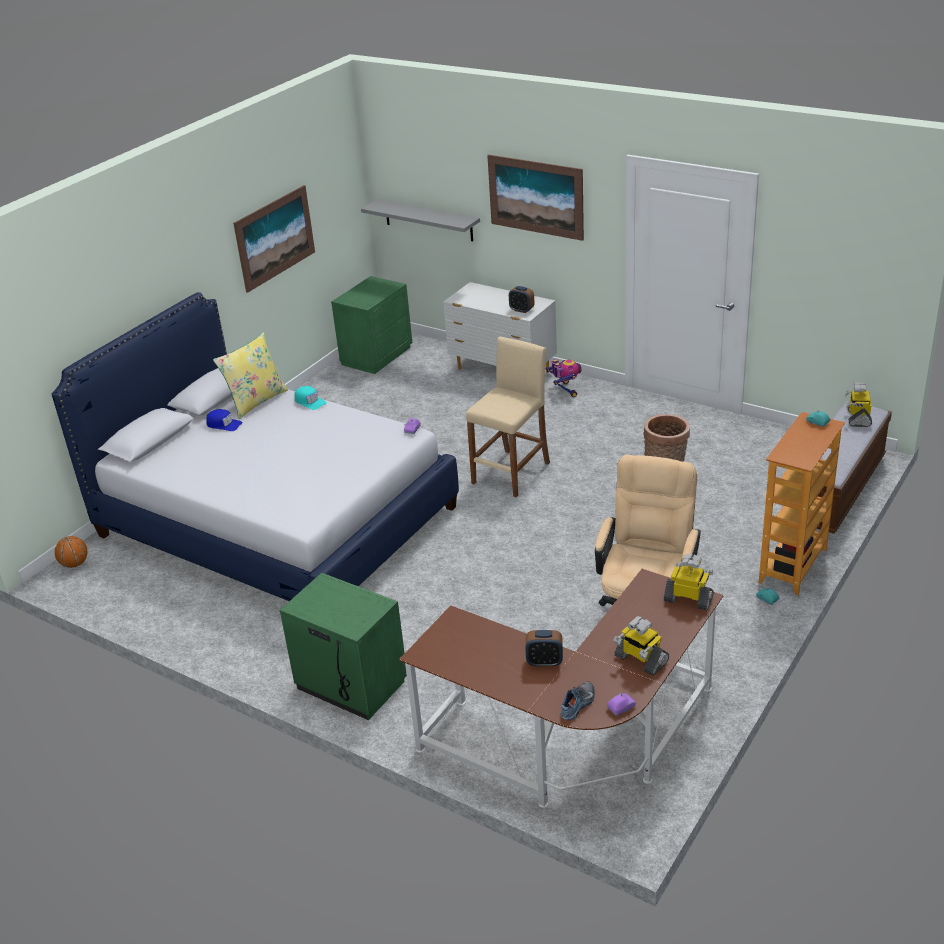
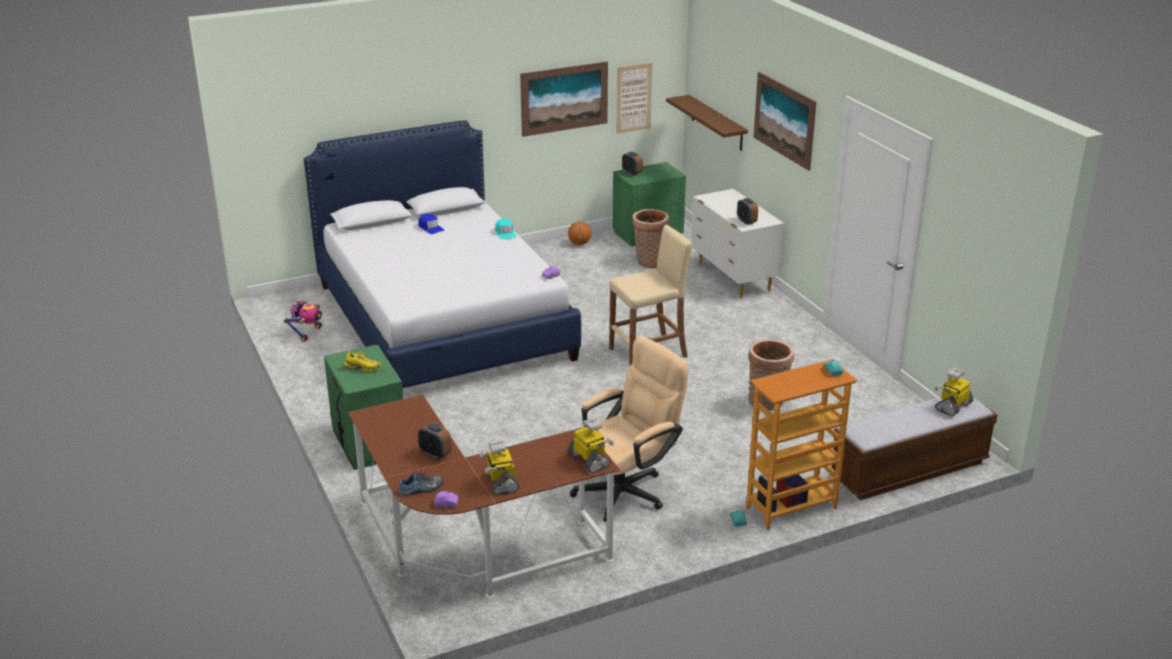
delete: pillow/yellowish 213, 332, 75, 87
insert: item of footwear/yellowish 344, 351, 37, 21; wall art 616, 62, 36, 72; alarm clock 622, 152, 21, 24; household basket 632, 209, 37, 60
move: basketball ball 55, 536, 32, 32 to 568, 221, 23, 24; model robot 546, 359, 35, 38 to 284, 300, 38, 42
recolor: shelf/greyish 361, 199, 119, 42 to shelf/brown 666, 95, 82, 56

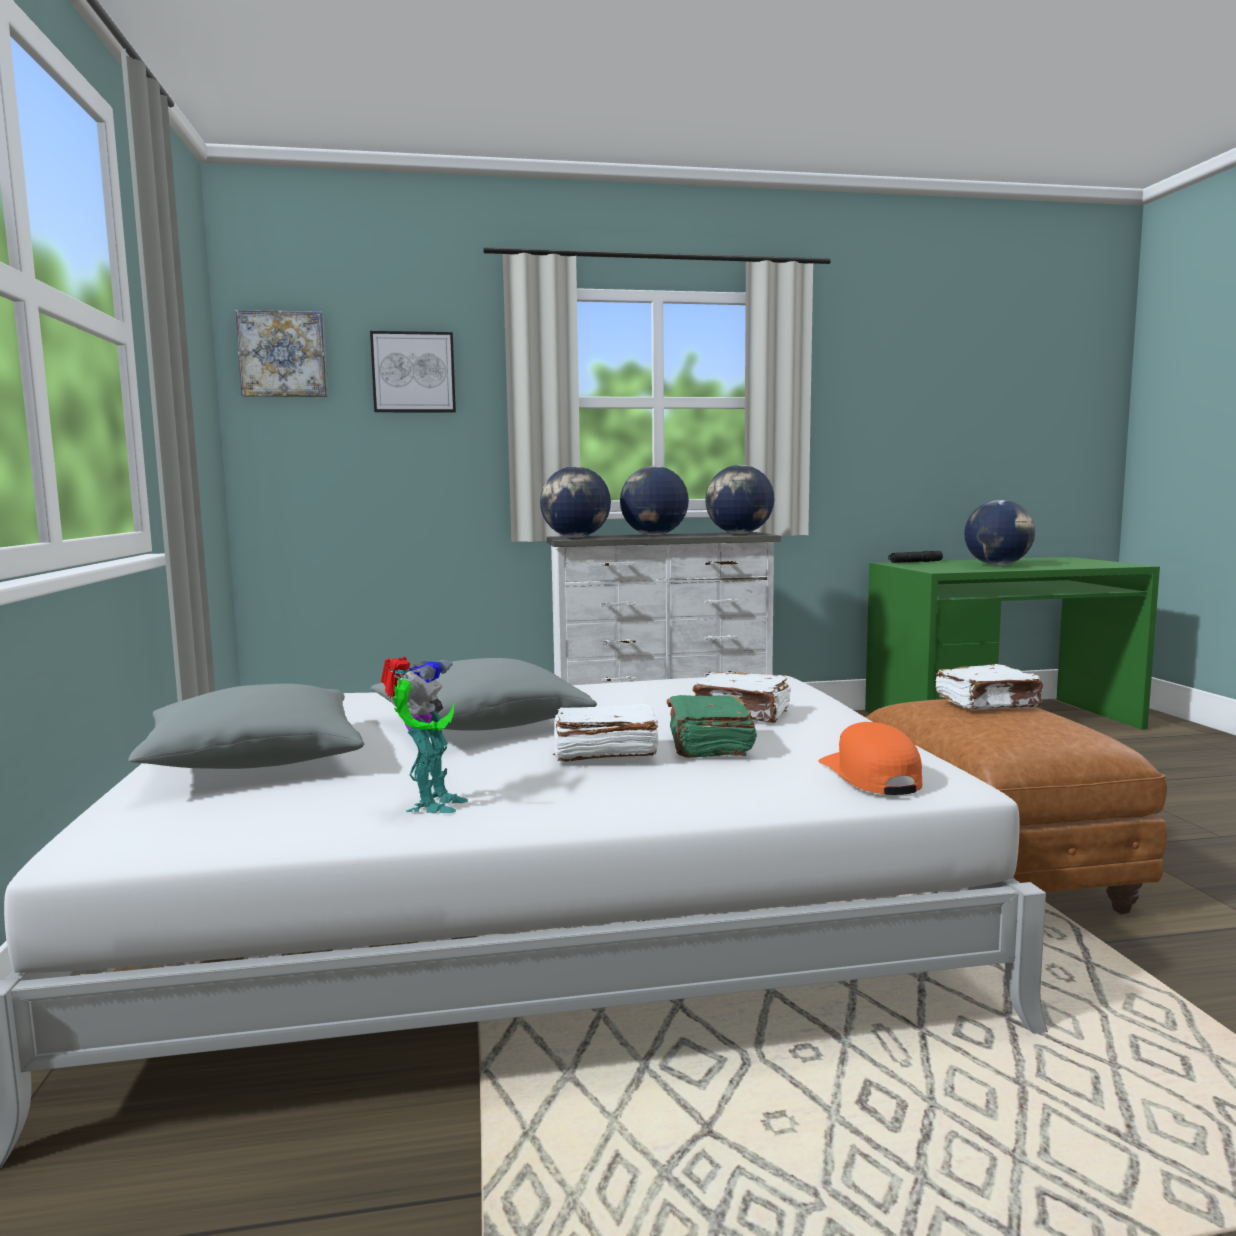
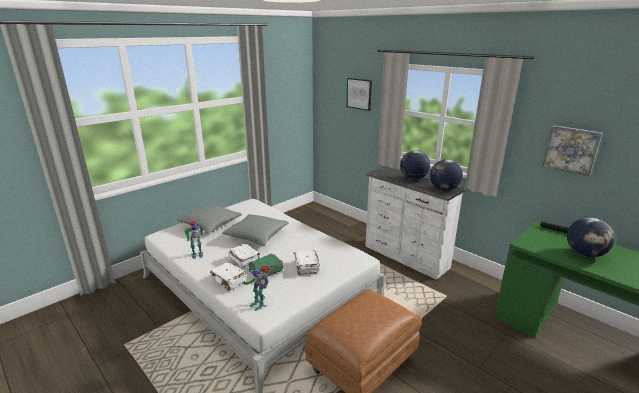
delete: globe 540, 466, 71, 72
move: wall art 235, 310, 93, 87 to 543, 125, 60, 51; volume/whitish 935, 664, 109, 46 to 210, 262, 37, 29
replace: peaked cap/orange 818, 722, 104, 73 to model robot 244, 266, 25, 45

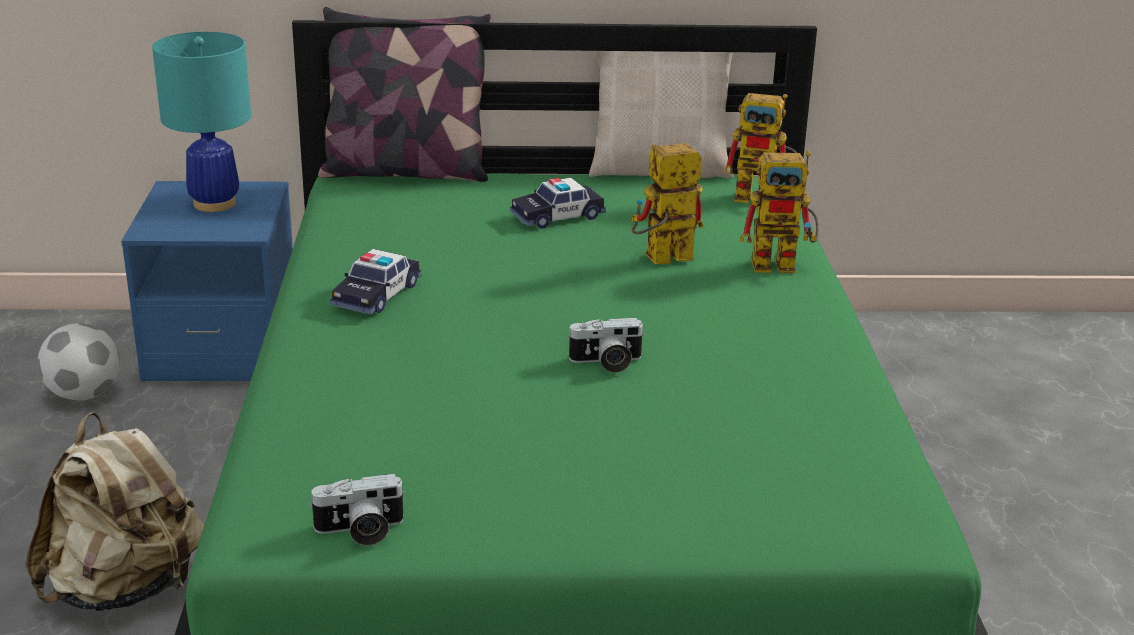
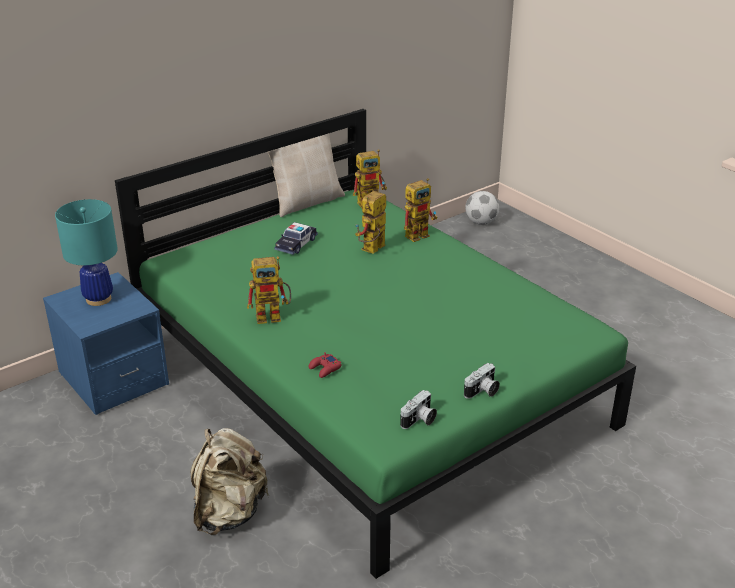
delete: pillow 318, 7, 173, 175
insert: game controller/reddish 309, 352, 33, 26
move: football ball 38, 323, 82, 78 to 465, 191, 34, 34; still camera 567, 318, 78, 55 to 464, 363, 36, 36
replace: model car 330, 249, 92, 65 to model robot 247, 256, 44, 68

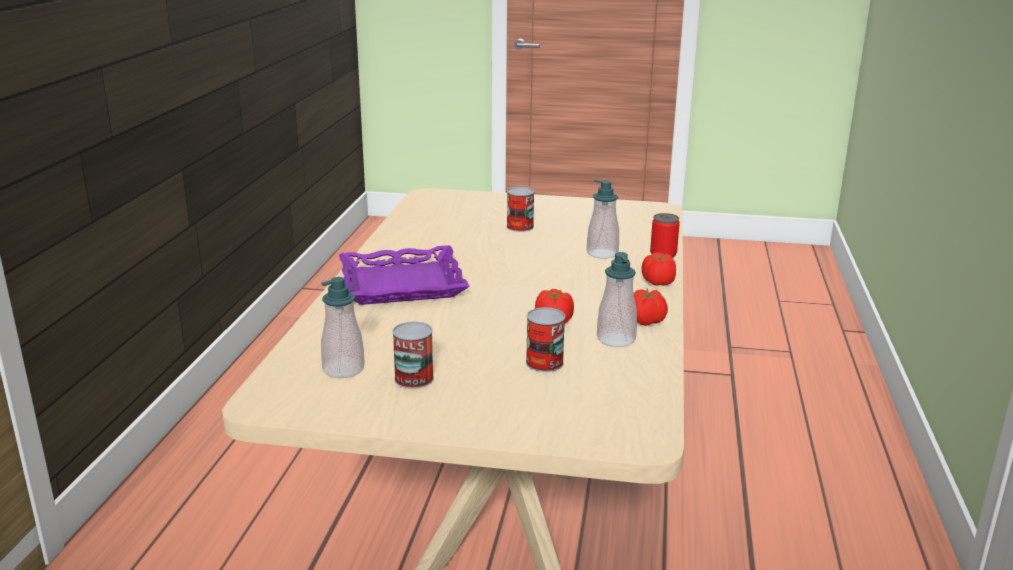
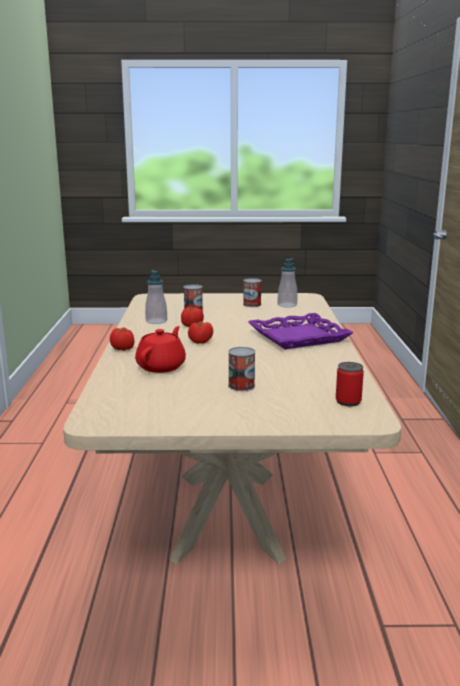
move: whole tomato 634, 289, 34, 37 to 188, 321, 25, 23; metal can 650, 213, 30, 45 to 336, 362, 28, 44
replace: soap dispenser 587, 179, 32, 79 to tea pot/reddish 135, 326, 51, 47

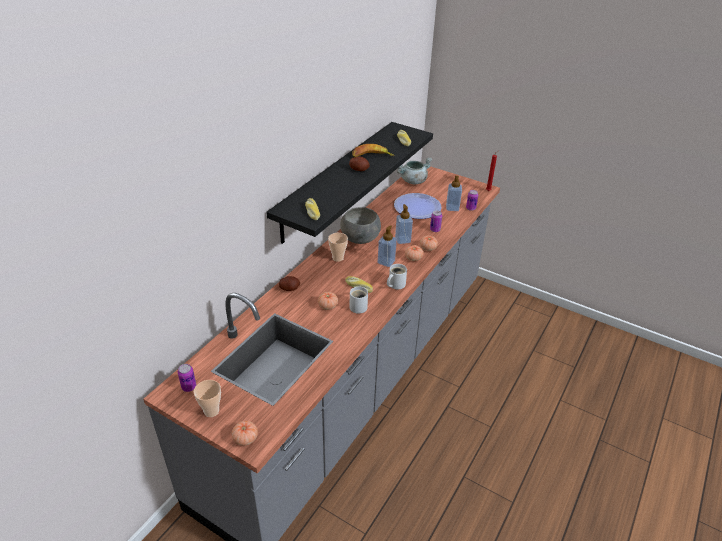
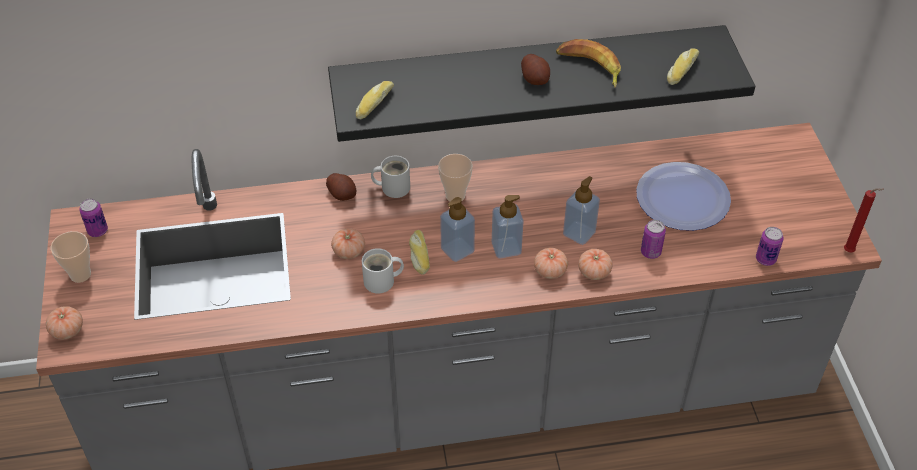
delete: serving bowl/greyish 340, 207, 41, 37; stockpot/greyish 397, 157, 35, 27
move: tea mug/whitish 387, 264, 20, 25 to 371, 156, 39, 42; soap dispenser 446, 176, 16, 35 to 440, 197, 35, 65

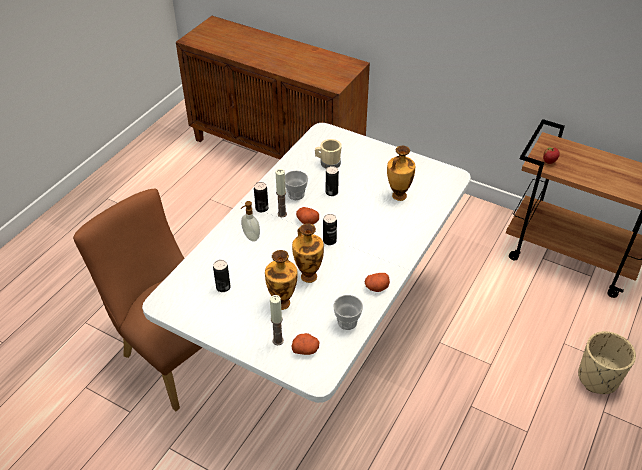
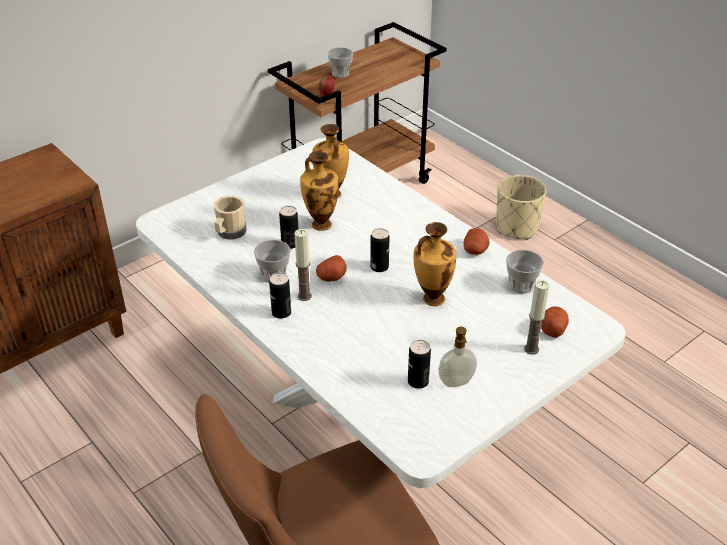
insert: small cup 328, 47, 25, 31
move: soap dispenser 241, 201, 19, 41 to 438, 327, 39, 60; flower vase 265, 250, 33, 60 to 300, 151, 39, 80

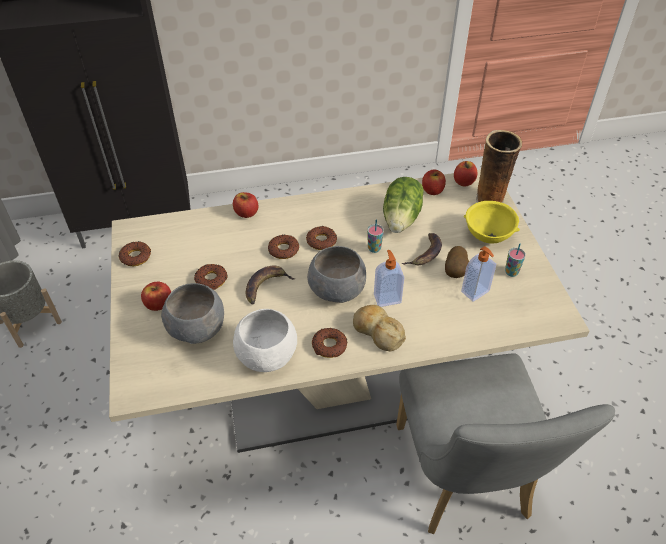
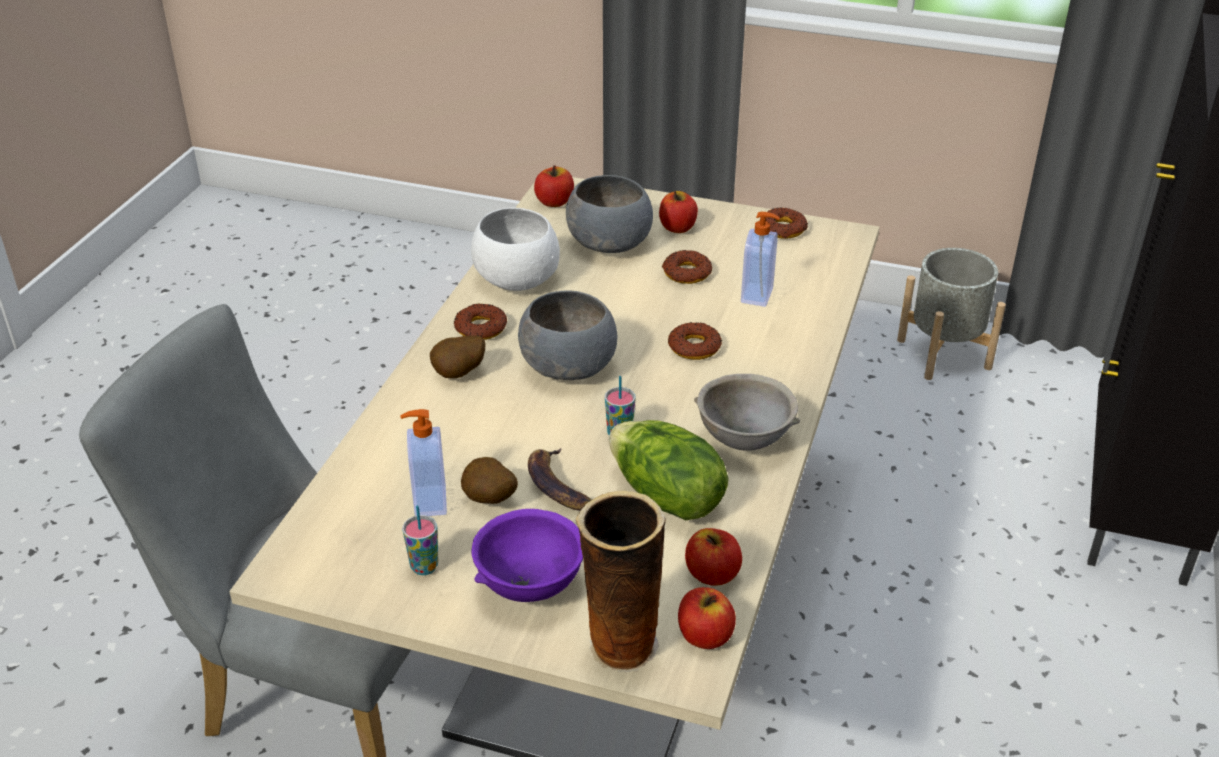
delete: whole banana 246, 266, 48, 38; ring doughnut 306, 226, 31, 24
insert: serving bowl/greyish 694, 374, 106, 76
move: apple 233, 192, 25, 26 to 534, 165, 40, 42; soap dispenser 374, 250, 30, 57 to 741, 212, 39, 95
replace: bakery bread 353, 305, 53, 46 to spud 430, 336, 55, 42
recolor: serving bowl/yellowish 464, 201, 56, 43 to serving bowl/purple 471, 509, 112, 93

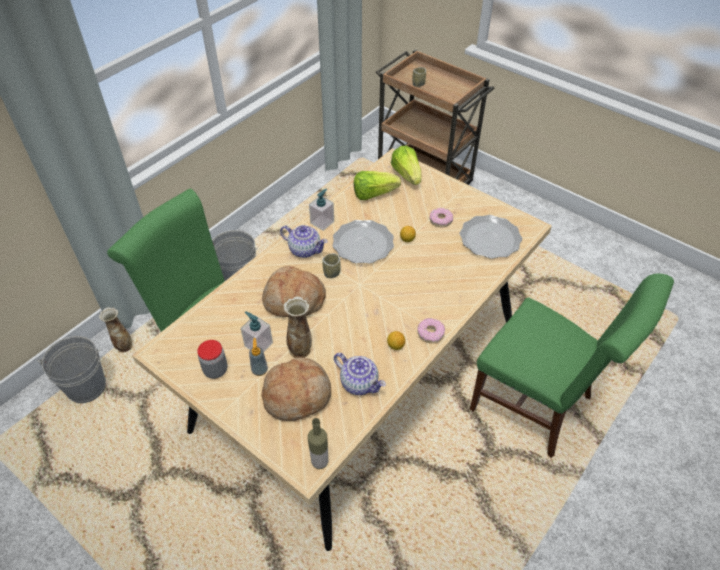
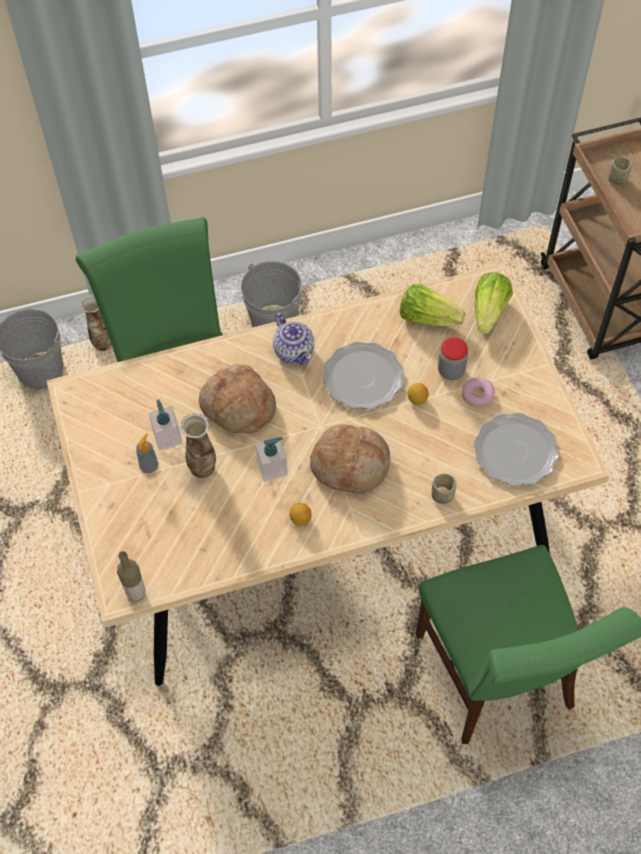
delete: tea pot 334, 353, 52, 42; ring doughnut 417, 318, 28, 26
move: preserve jar 197, 340, 31, 39 to 438, 338, 30, 42; bakery bread 261, 358, 70, 63 to 310, 424, 80, 69; soap dispenser 309, 189, 25, 42 to 255, 437, 32, 45; small cup 323, 253, 18, 25 to 432, 474, 25, 30

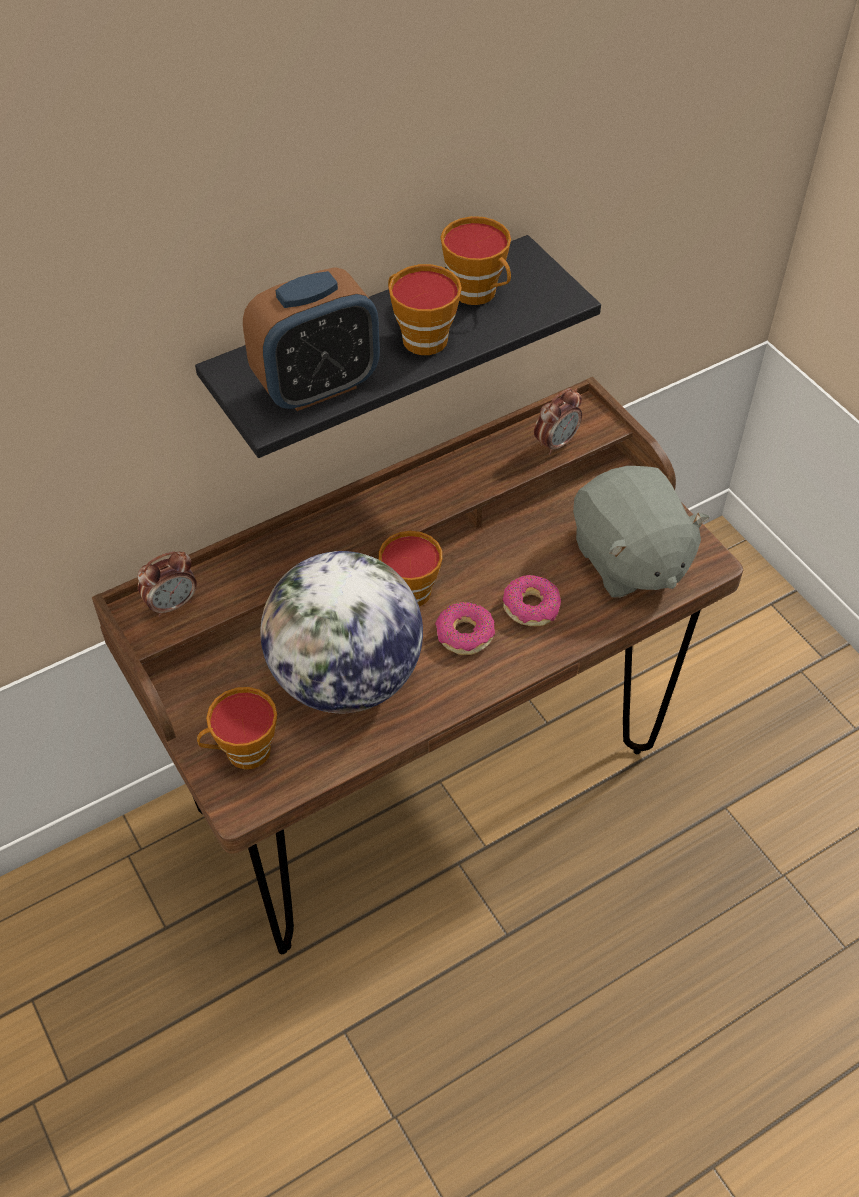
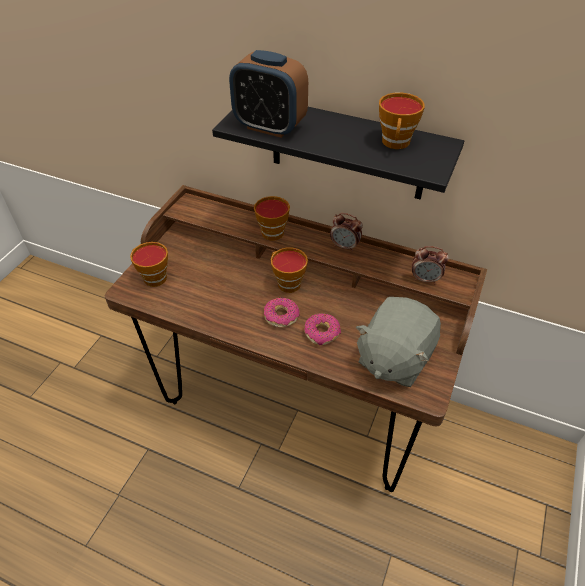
delete: globe 260, 551, 163, 162
move: alarm clock 138, 551, 59, 66 to 330, 213, 33, 39; small cup 388, 264, 74, 91 to 254, 196, 36, 45

